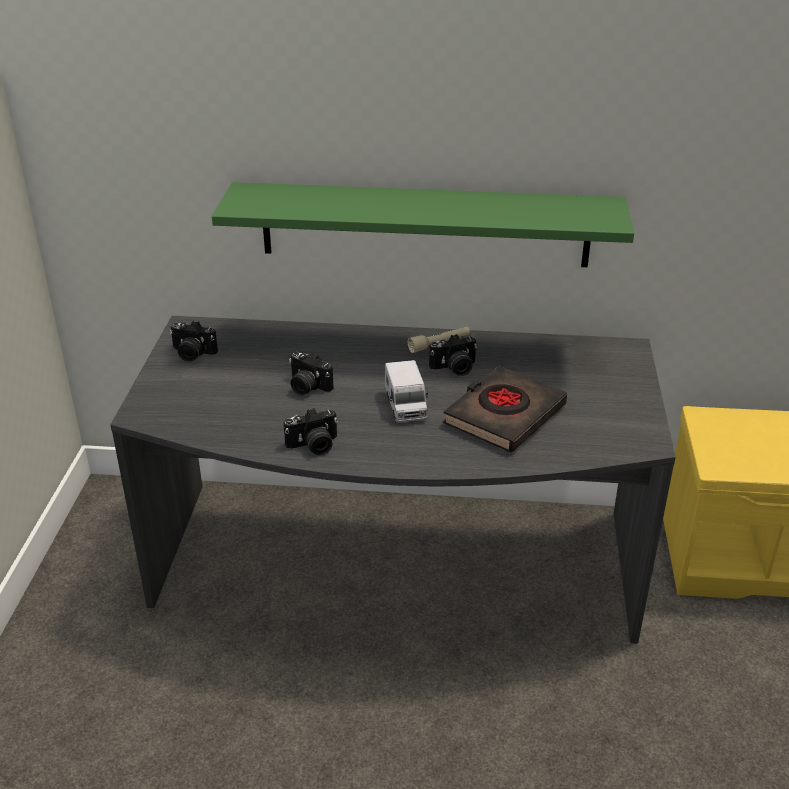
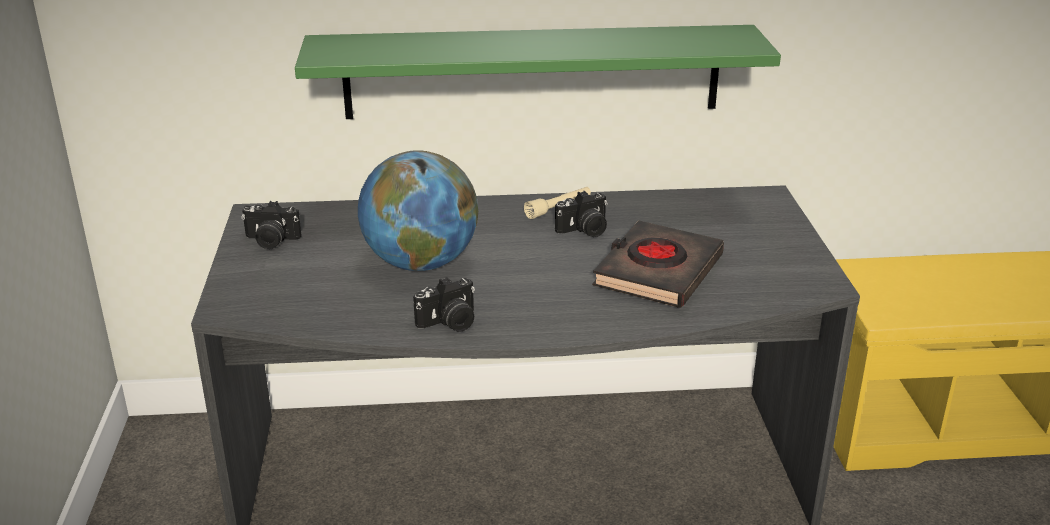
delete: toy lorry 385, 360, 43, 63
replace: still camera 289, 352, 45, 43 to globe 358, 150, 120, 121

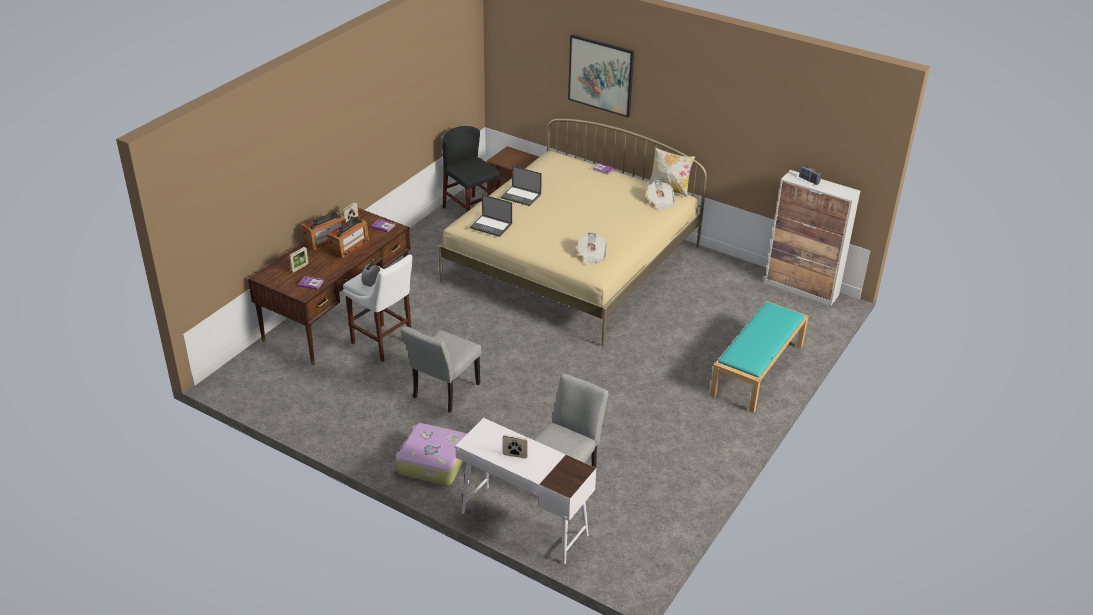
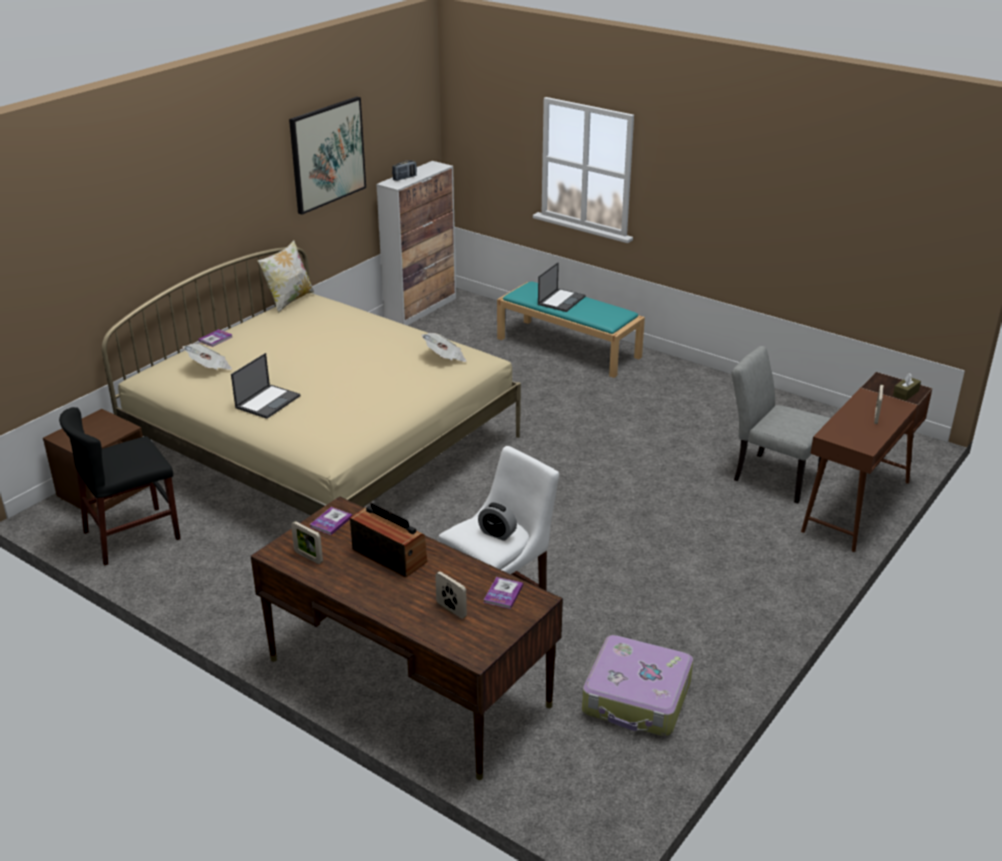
delete: radio set 302, 211, 44, 40; plain chair/greyish 401, 326, 80, 87
insert: tissue holder/brown 893, 373, 28, 28
move: piece of luggage 396, 423, 71, 63 to 582, 635, 111, 101; notebook computer 470, 194, 42, 43 to 538, 262, 48, 50; wall art 568, 34, 66, 83 to 289, 97, 77, 118; daily paper 647, 180, 28, 30 to 183, 344, 49, 26
recolor: desk unit/whitish 455, 418, 141, 146 to desk unit/brown 801, 372, 131, 180

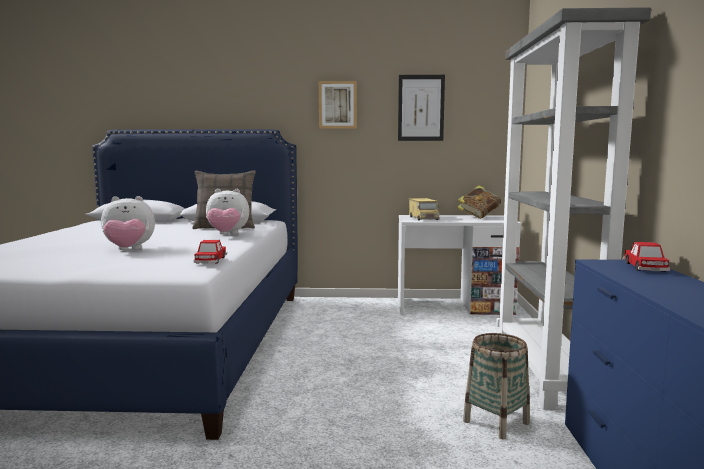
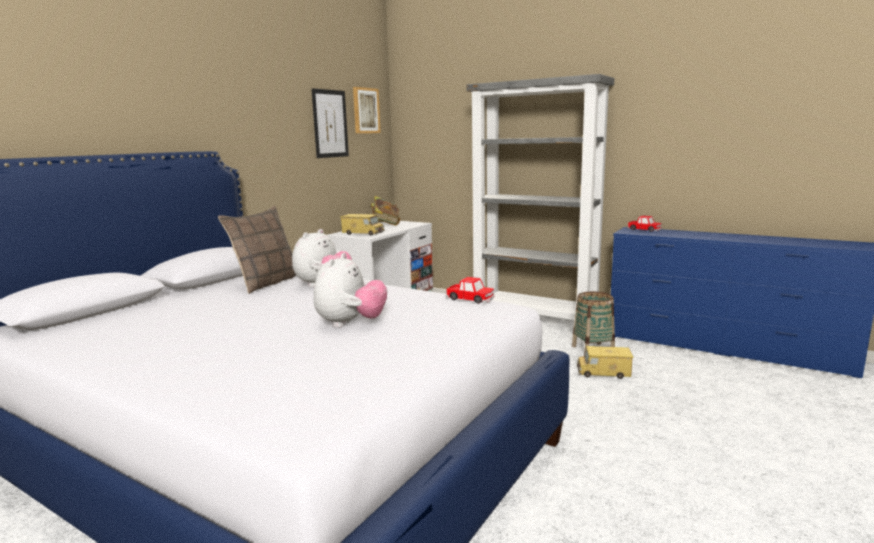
insert: toy lorry 577, 346, 57, 33
move: wall art 319, 81, 38, 48 to 353, 87, 28, 46

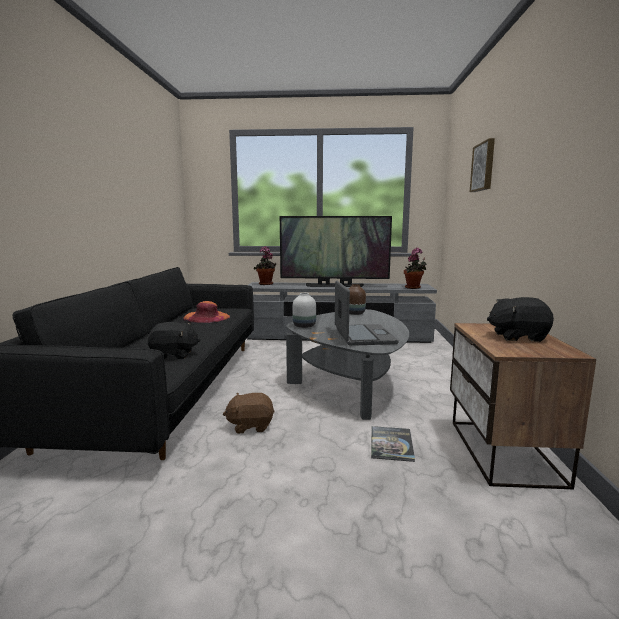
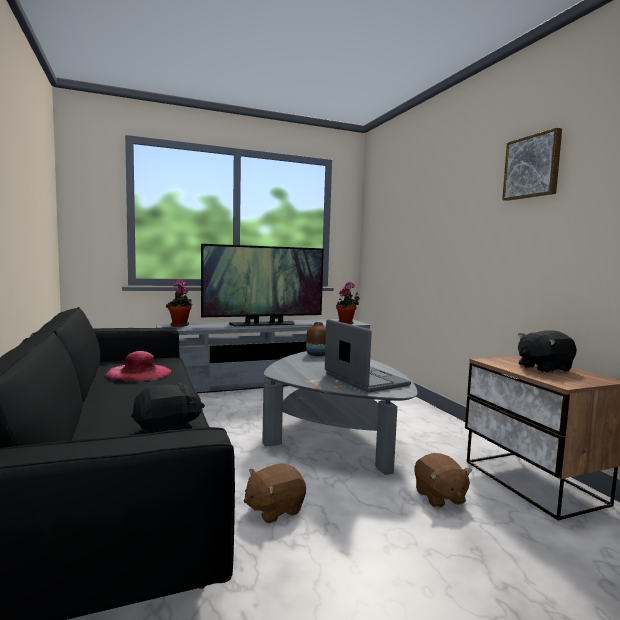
delete: flower vase/whitish 292, 293, 24, 35
move: wall art 470, 138, 25, 54 to 502, 128, 60, 73
replace: volume 371, 426, 44, 36 to plush toy/brown 414, 453, 58, 55
recolor: wearable hat/orange 183, 301, 47, 22 to wearable hat/pink 106, 351, 66, 31

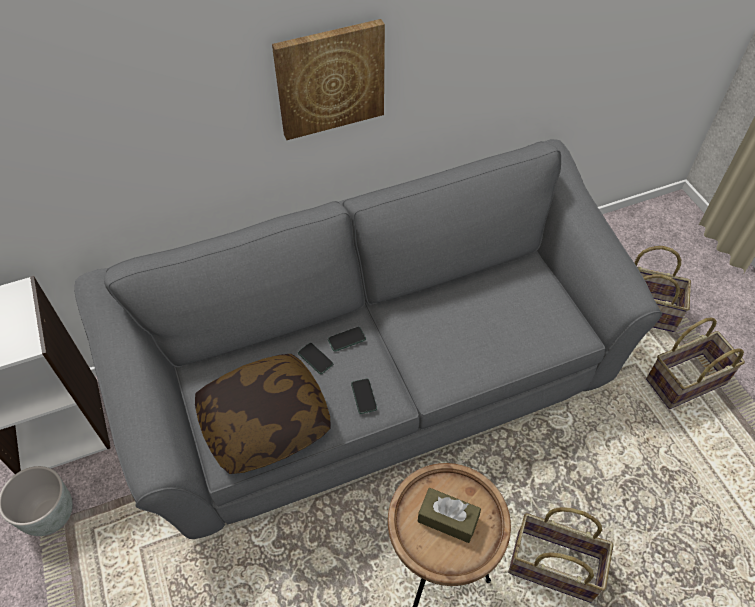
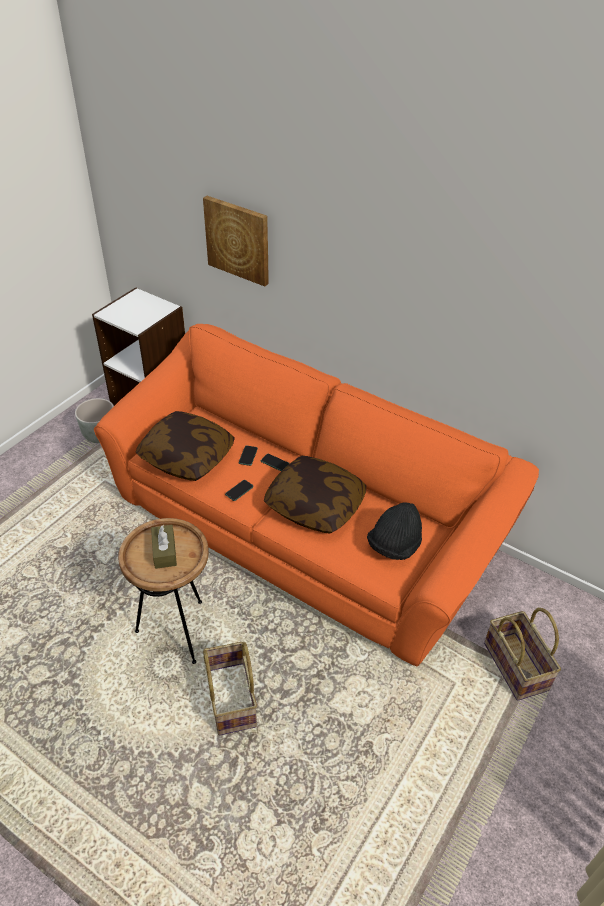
delete: household basket 646, 317, 99, 92
insert: pillow 264, 456, 102, 78; wearable hat/black-coloured 367, 502, 55, 58
move: wall art 272, 19, 113, 121 to 203, 196, 66, 90
recolor: settee/greyish 74, 139, 588, 400 to settee/orange 94, 324, 445, 342

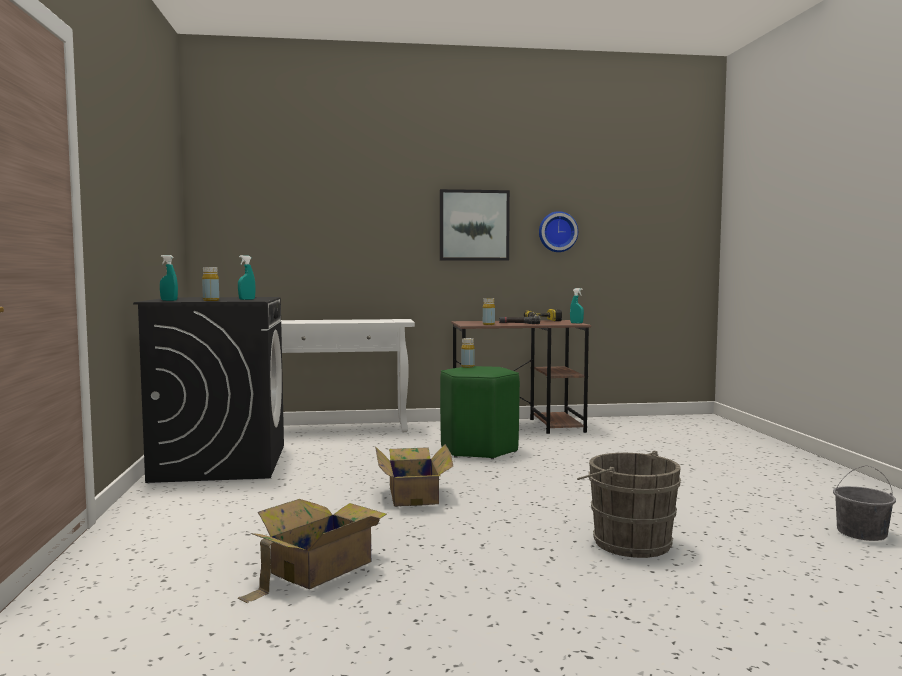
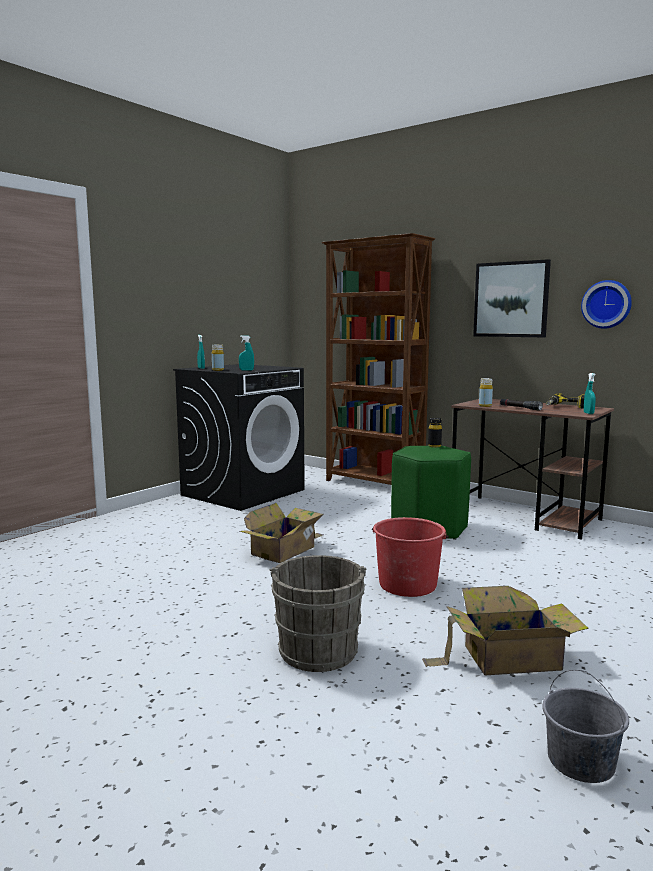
insert: bucket/reddish 372, 517, 77, 80
move: carton 238, 499, 149, 104 to 422, 586, 167, 89
replace: narrow table/whitish 281, 319, 134, 113 to bookcase/brown 322, 233, 113, 252
recolor: drink bottle/yellowish 461, 338, 14, 30 to drink bottle/black-coloured 428, 418, 14, 29

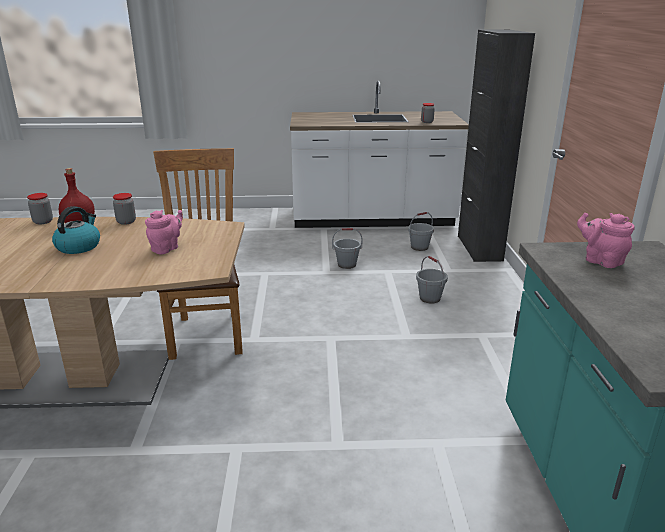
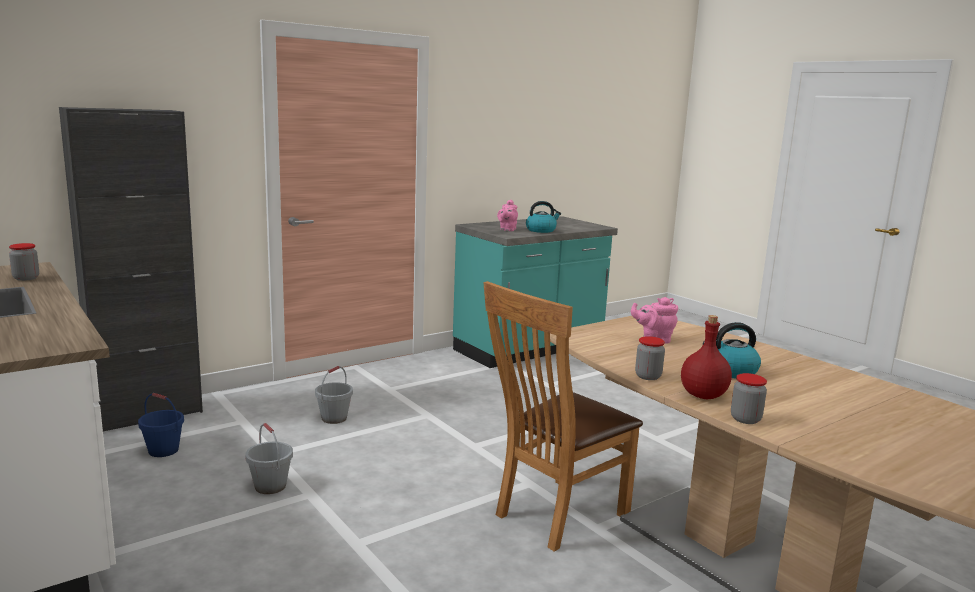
insert: kettle 526, 201, 35, 32
recolor: bucket/greyish 408, 212, 26, 39 to bucket/blue 138, 393, 46, 64

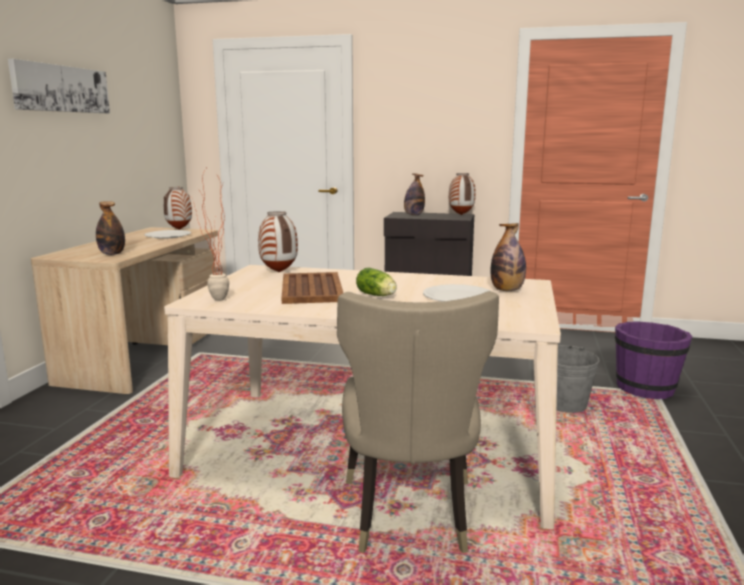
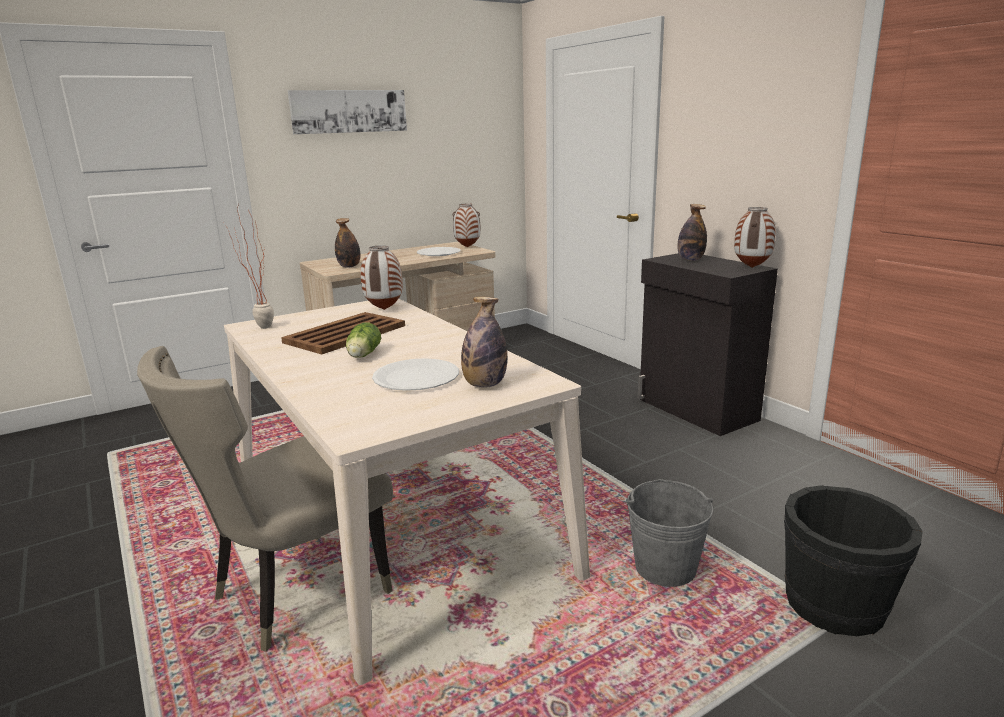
recolor: bucket/purple 615, 321, 77, 78 to bucket/black-coloured 784, 485, 139, 151

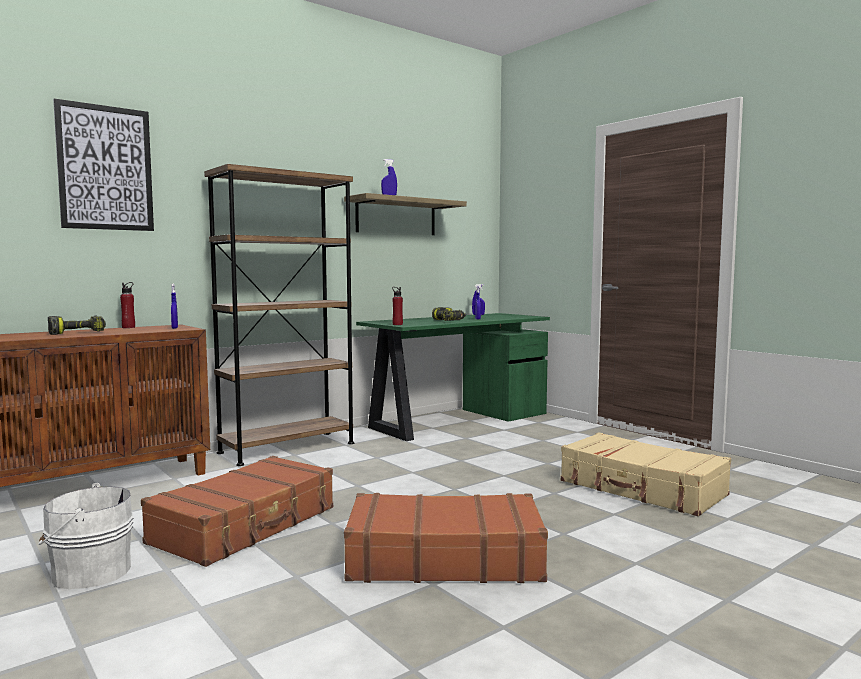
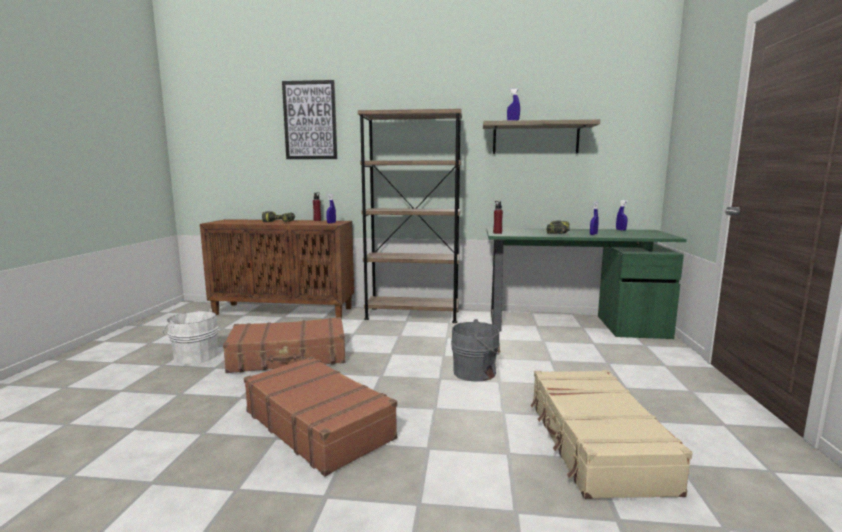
insert: bucket/greyish 451, 319, 50, 63

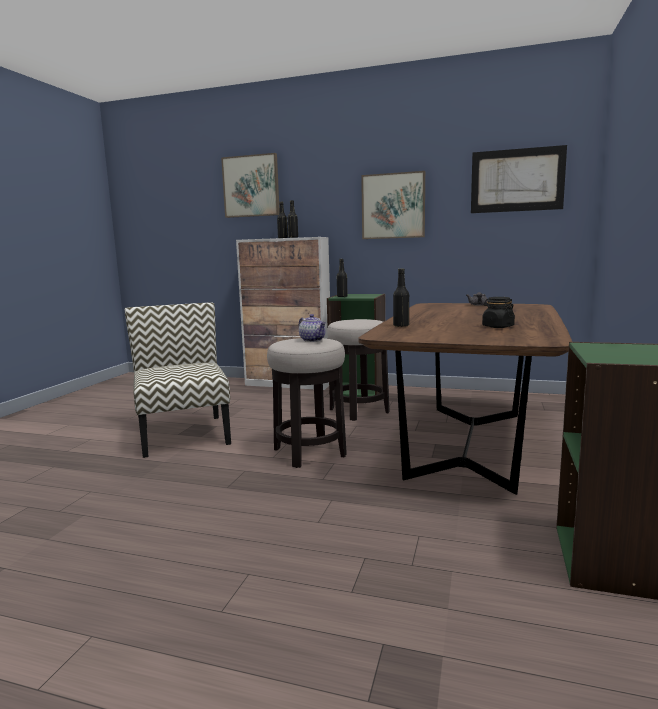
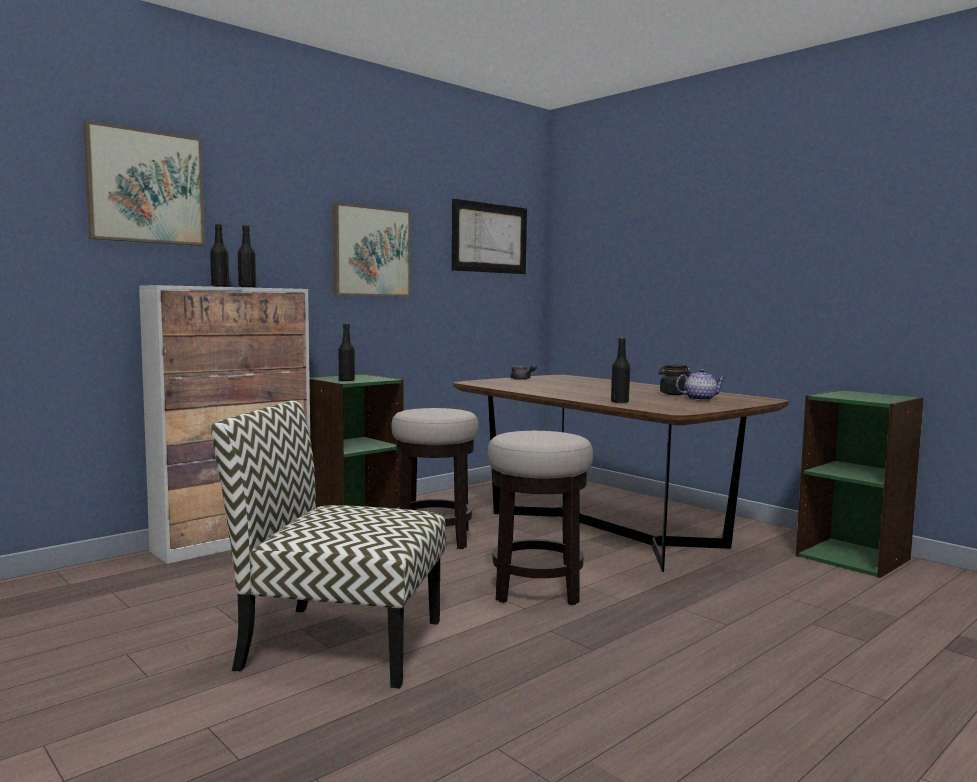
move: tea pot 299, 314, 27, 28 to 676, 369, 50, 32

